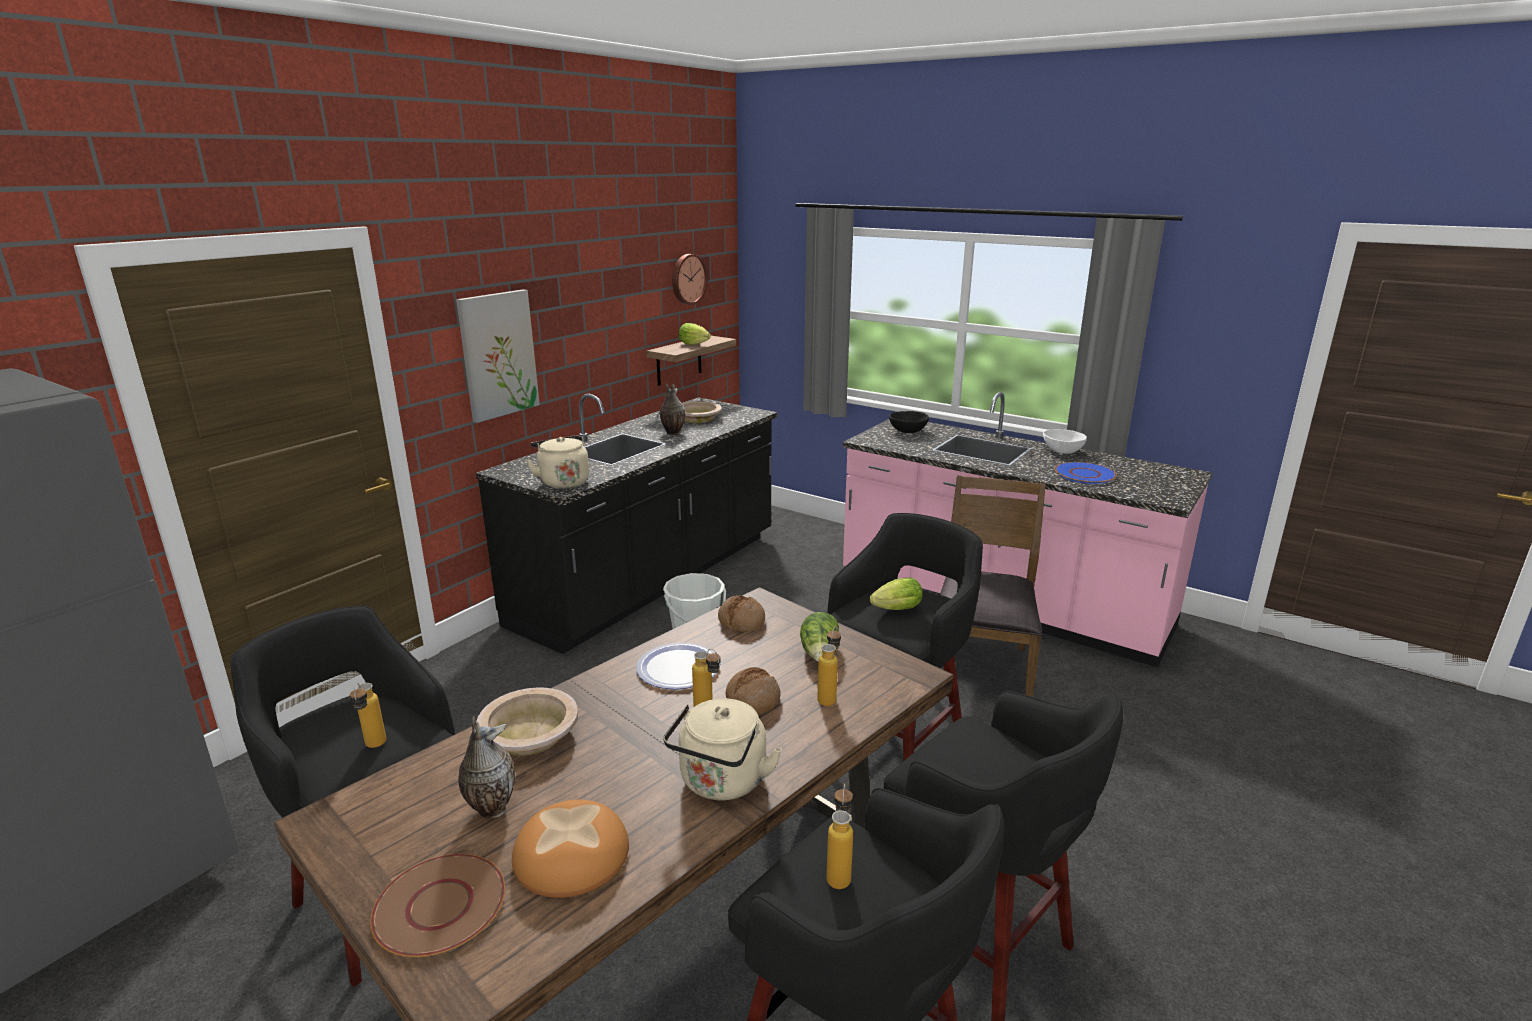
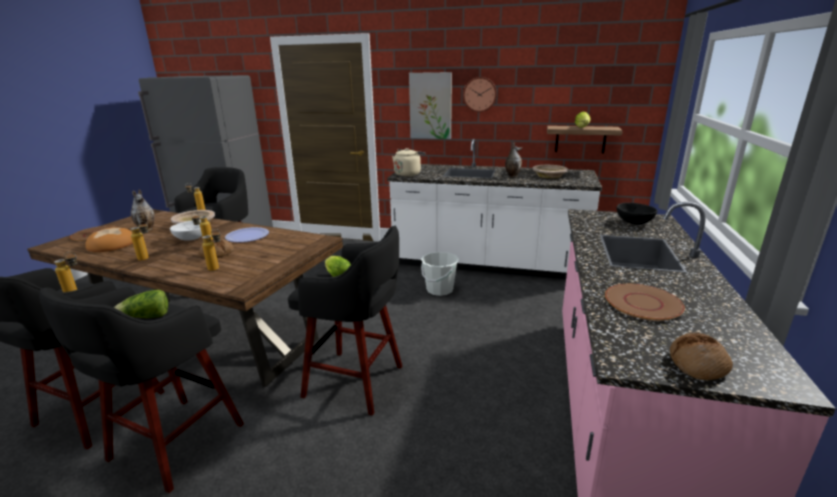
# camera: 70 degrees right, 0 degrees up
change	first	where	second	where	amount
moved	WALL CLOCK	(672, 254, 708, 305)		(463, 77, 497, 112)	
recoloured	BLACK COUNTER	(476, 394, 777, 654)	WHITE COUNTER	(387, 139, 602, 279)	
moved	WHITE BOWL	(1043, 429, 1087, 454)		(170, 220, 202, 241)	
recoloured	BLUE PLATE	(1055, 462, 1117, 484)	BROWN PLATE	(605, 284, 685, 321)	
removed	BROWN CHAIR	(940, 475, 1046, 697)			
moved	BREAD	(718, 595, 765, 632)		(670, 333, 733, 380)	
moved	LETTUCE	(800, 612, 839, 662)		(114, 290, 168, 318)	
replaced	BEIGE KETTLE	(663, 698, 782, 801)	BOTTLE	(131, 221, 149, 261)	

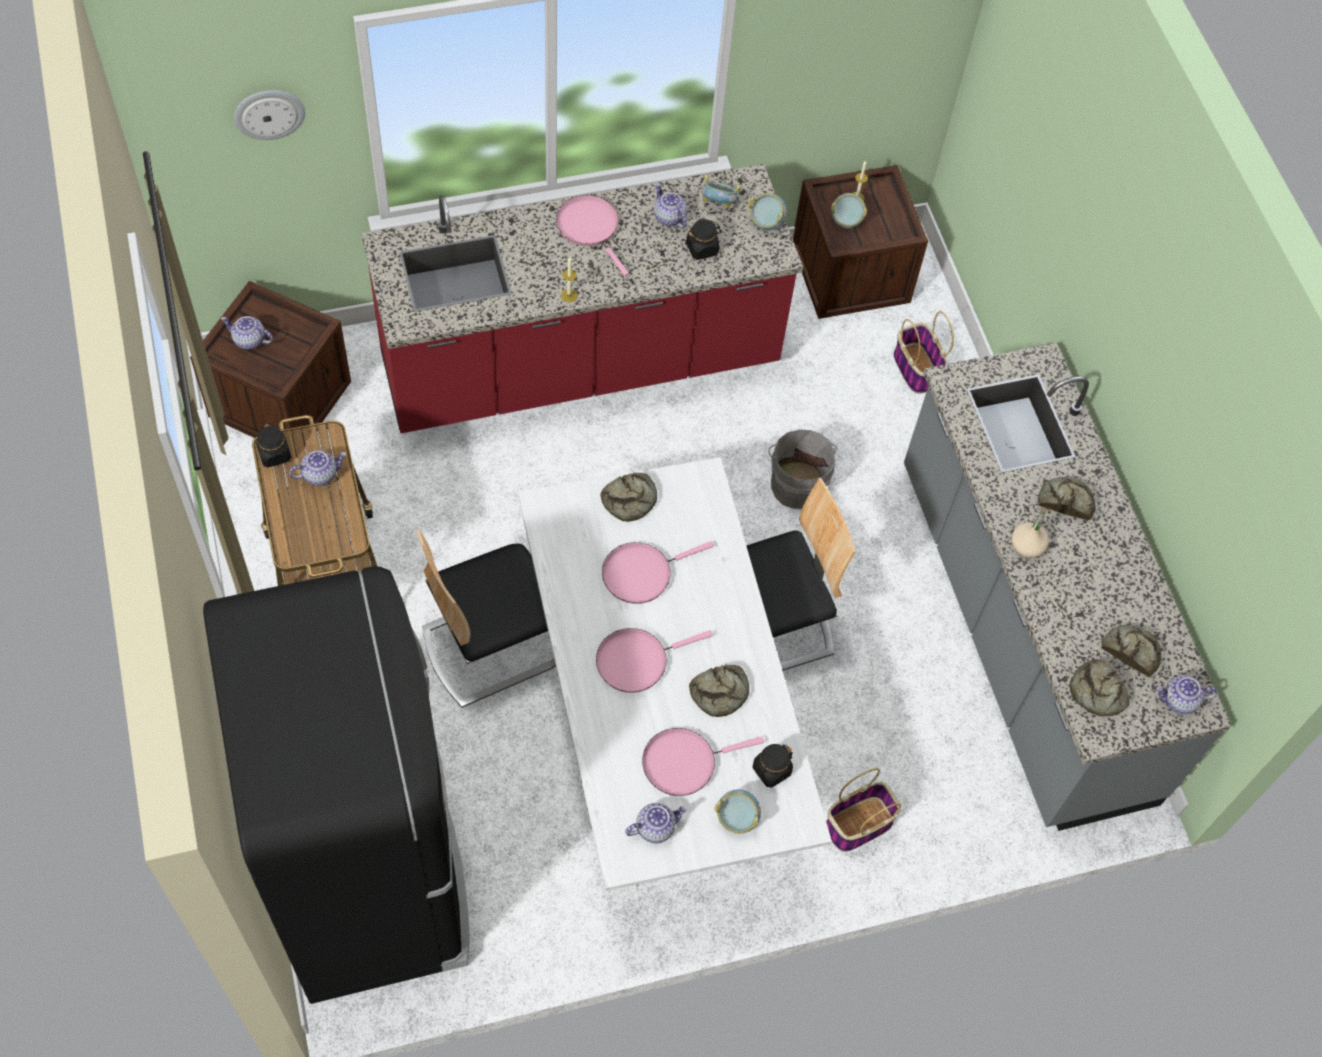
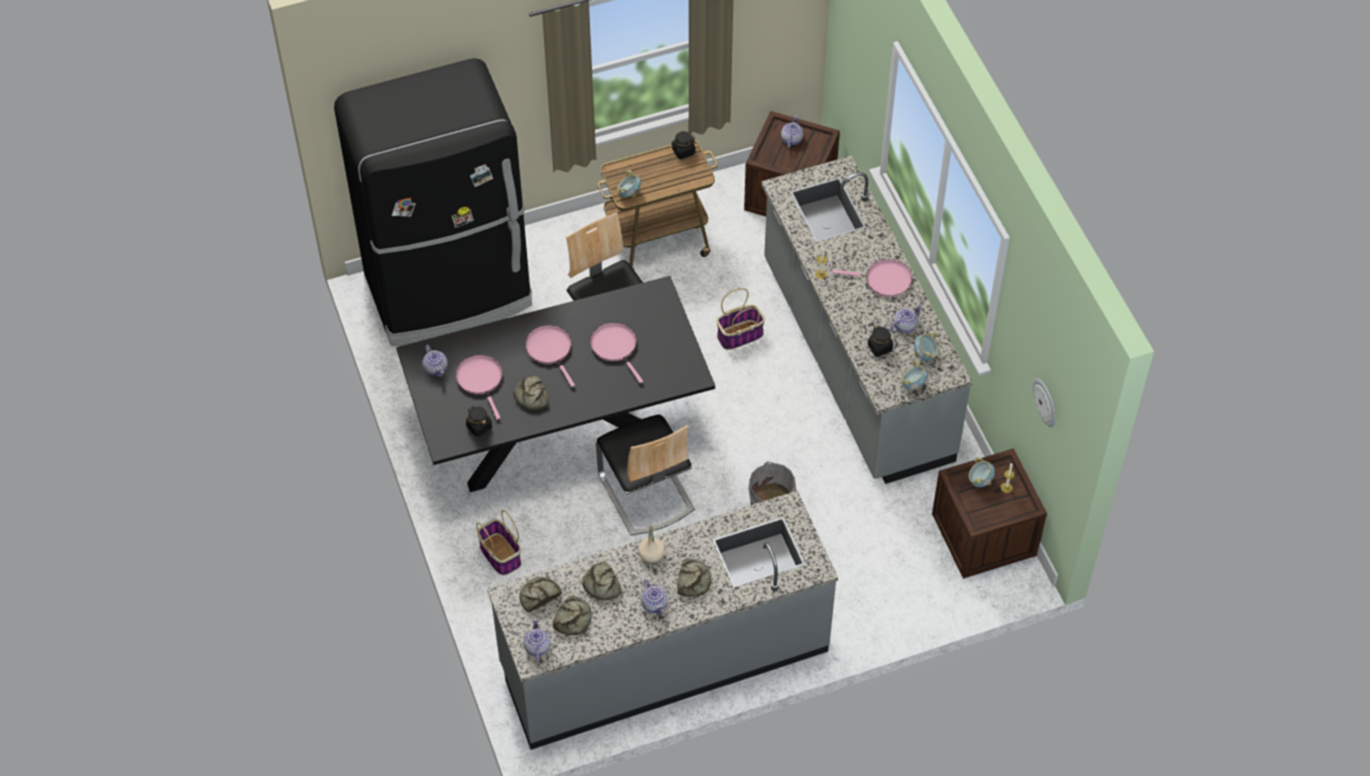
# camera: 90 degrees right, 5 degrees down
change	first	where	second	where	amount
moved	WALL CLOCK	(234, 90, 305, 140)		(1033, 378, 1056, 428)	
recoloured	RED COUNTER	(361, 164, 803, 433)	GREY COUNTER	(761, 156, 972, 484)	
turned	PINK FRYING PAN	(556, 195, 629, 276)		(832, 259, 912, 297)	45 degrees clockwise
moved	BASKET	(893, 311, 954, 394)		(716, 288, 765, 350)	
moved	TEAPOT	(289, 450, 347, 486)		(641, 579, 668, 615)	
recoloured	WHITE DINING TABLE	(518, 457, 832, 891)	BLACK DINING TABLE	(396, 276, 715, 492)	
moved	BREAD	(600, 473, 657, 522)		(582, 562, 622, 600)	
moved	BOWL	(714, 789, 761, 833)		(617, 170, 641, 197)	

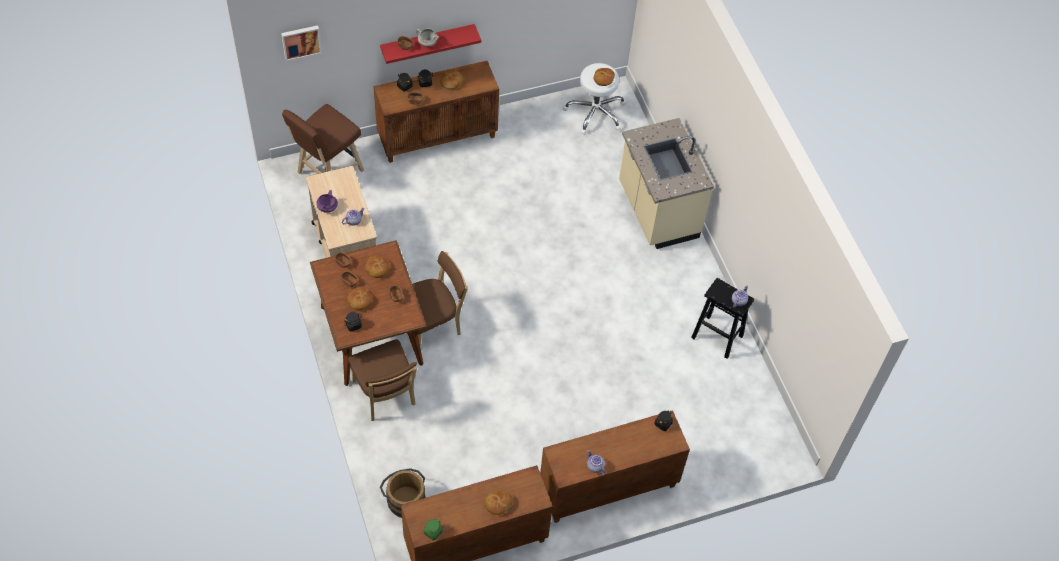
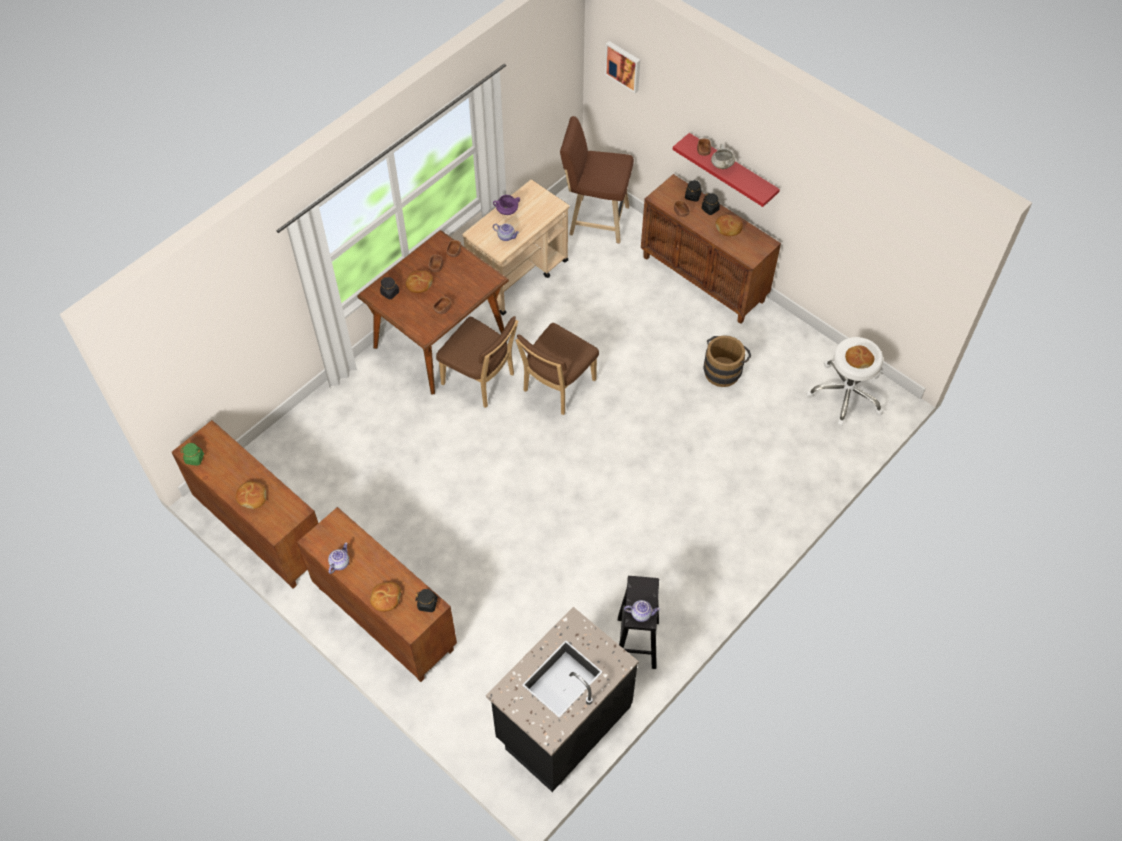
# camera: 65 degrees right, 0 degrees up
change	first	where	second	where	amount
removed	BEIGE COUNTER	(619, 118, 714, 249)			
moved	BREAD	(365, 256, 389, 278)		(370, 582, 401, 612)	
moved	BROWN CHAIR	(348, 339, 417, 421)		(515, 323, 599, 415)	
moved	BROWN BUCKET	(380, 468, 425, 518)		(703, 335, 751, 387)	
added			BLACK COUNTER	(486, 607, 639, 792)	

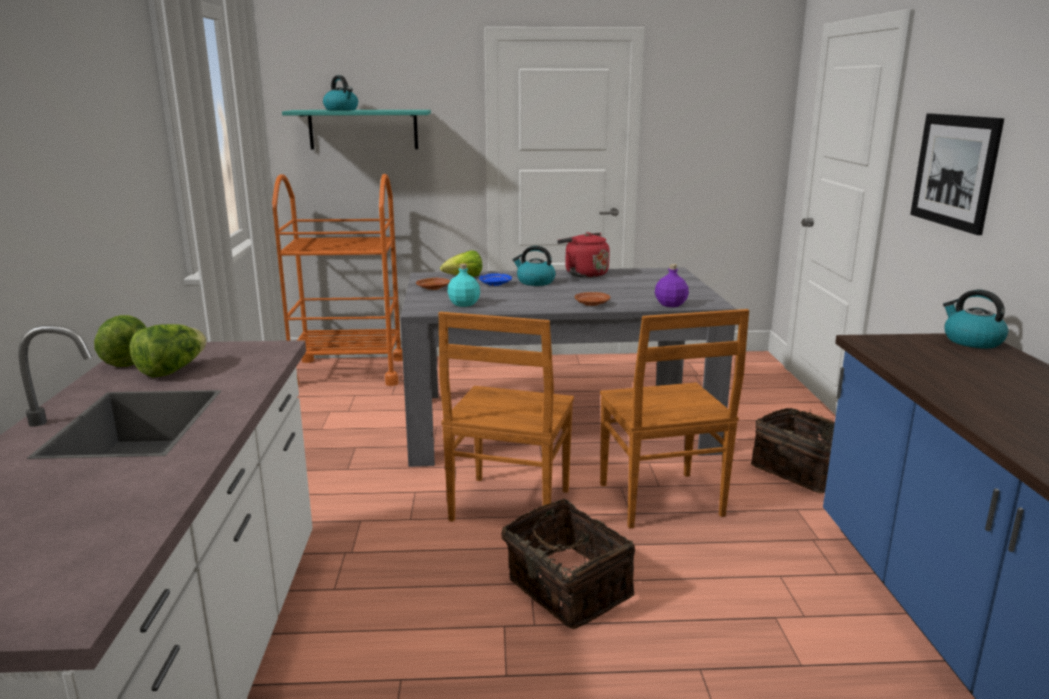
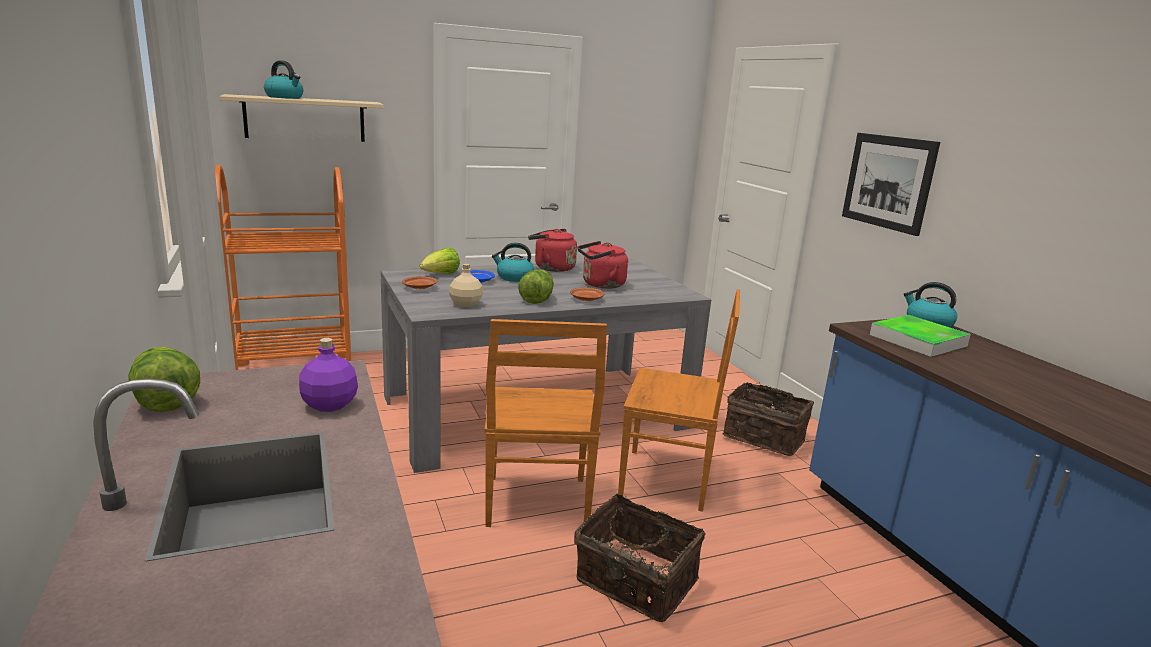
# camera: 20 degrees left, 0 degrees up
change	first	where	second	where	amount
recoloured	TURQUOISE SHELF	(282, 110, 431, 150)	BEIGE SHELF	(220, 94, 384, 142)	
recoloured	TURQUOISE BOTTLE	(447, 264, 480, 307)	BEIGE BOTTLE	(449, 264, 483, 307)	
moved	PURPLE BOTTLE	(655, 264, 689, 307)		(299, 338, 358, 412)	
turned	BROWN CHAIR	(600, 309, 749, 529)		(618, 289, 740, 512)	45 degrees counterclockwise
moved	LETTUCE	(129, 324, 207, 378)		(518, 269, 554, 304)	
added			RED KETTLE	(577, 241, 628, 289)	
added			TRAY	(870, 315, 971, 357)	

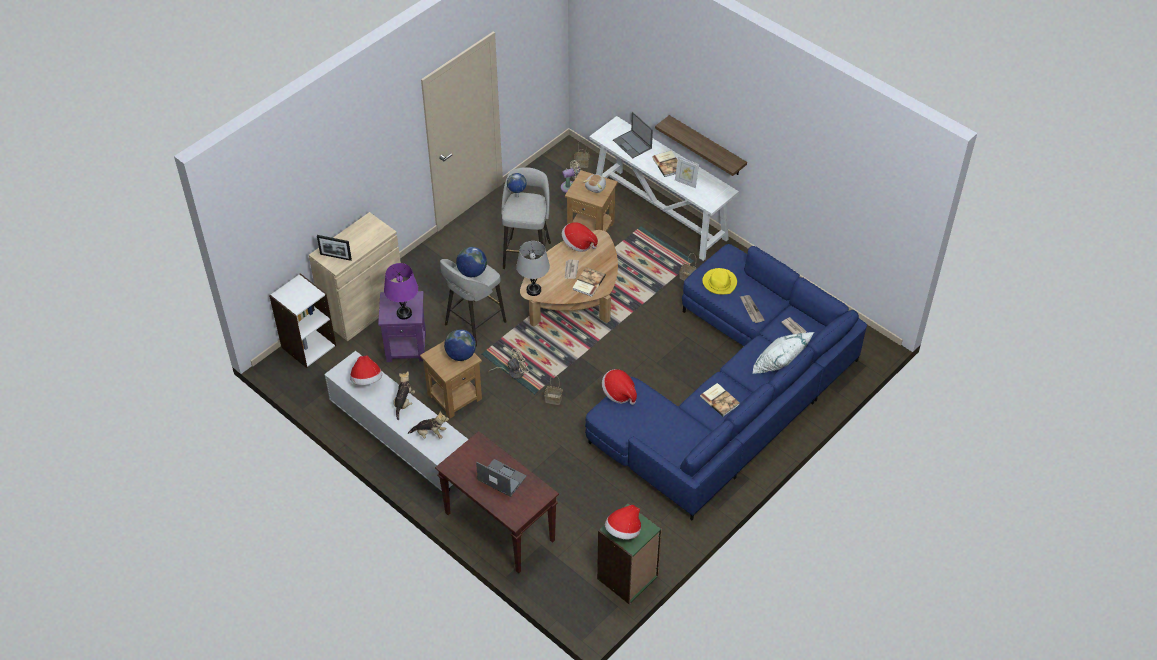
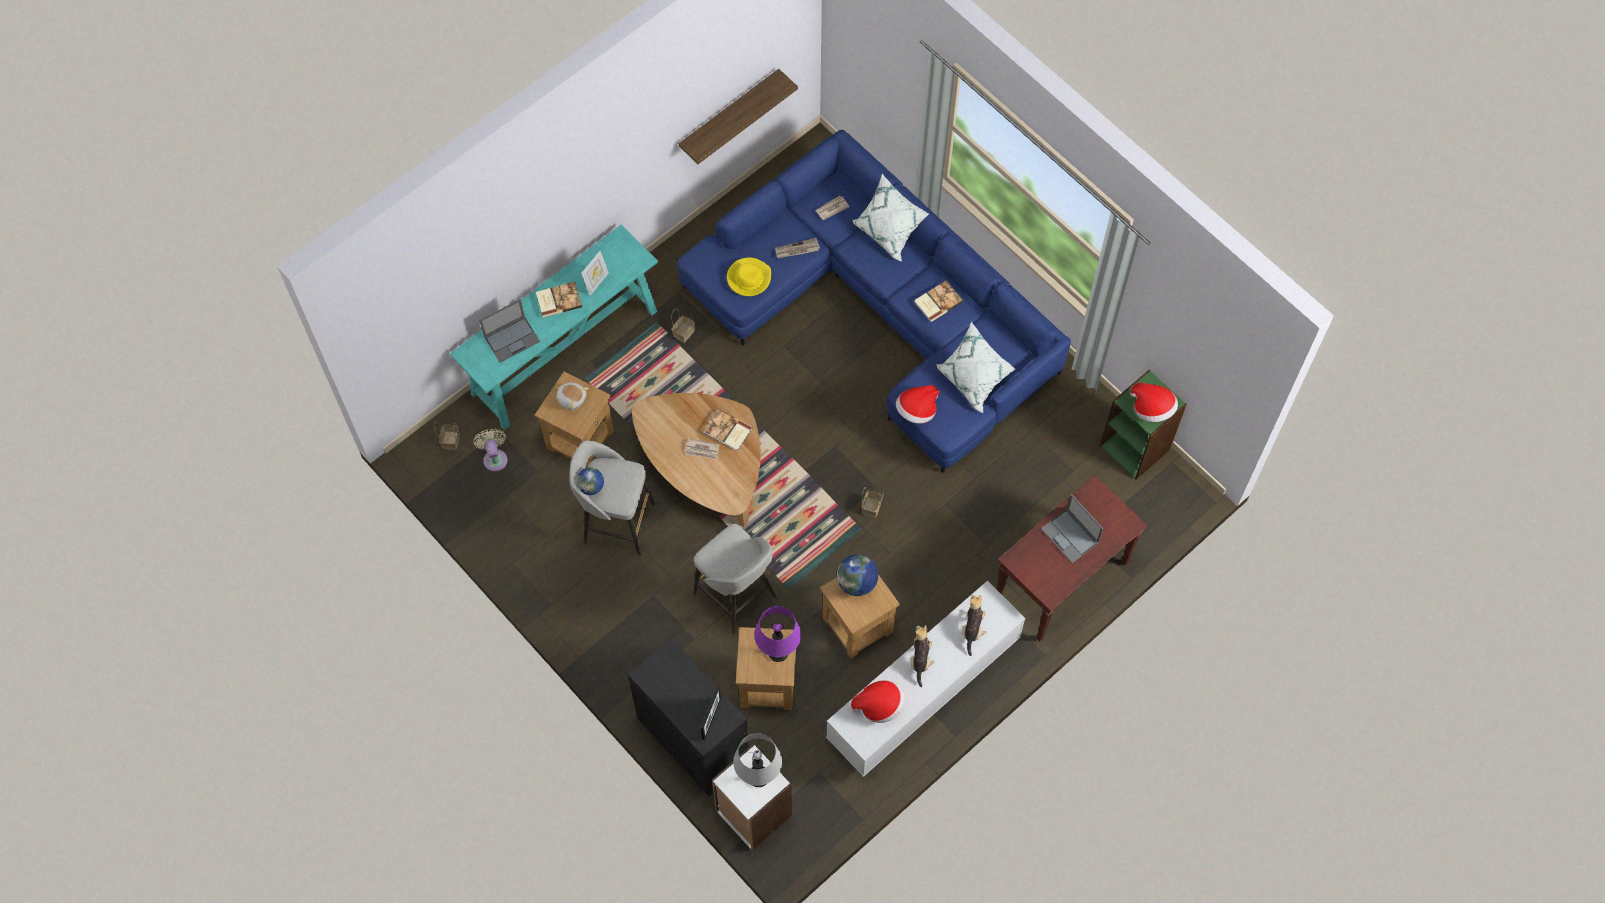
# camera: 85 degrees left, 15 degrees up
change	first	where	second	where	amount
moved	SHELF	(655, 115, 747, 176)		(679, 69, 798, 164)	
recoloured	WHITE CONSOLE TABLE	(589, 116, 739, 261)	TURQUOISE CONSOLE TABLE	(450, 225, 658, 430)	
recoloured	BEIGE CABINET	(309, 212, 403, 341)	BLACK CABINET	(628, 638, 749, 796)	
removed	HAT	(562, 222, 598, 252)			
moved	GREY TABLE LAMP	(516, 241, 550, 296)		(733, 733, 782, 787)	
removed	GLOBE	(456, 247, 487, 277)			
recoloured	PURPLE SIDE TABLE	(378, 291, 426, 362)	BROWN SIDE TABLE	(736, 627, 796, 710)	
removed	BEIGE FAN	(488, 348, 529, 379)			
turned	PLUSH TOY	(393, 371, 415, 420)		(911, 625, 934, 687)	75 degrees clockwise
turned	LAPTOP	(476, 459, 527, 497)		(1041, 494, 1103, 563)	75 degrees counterclockwise
added			WHITE PILLOW	(936, 321, 1015, 413)	

